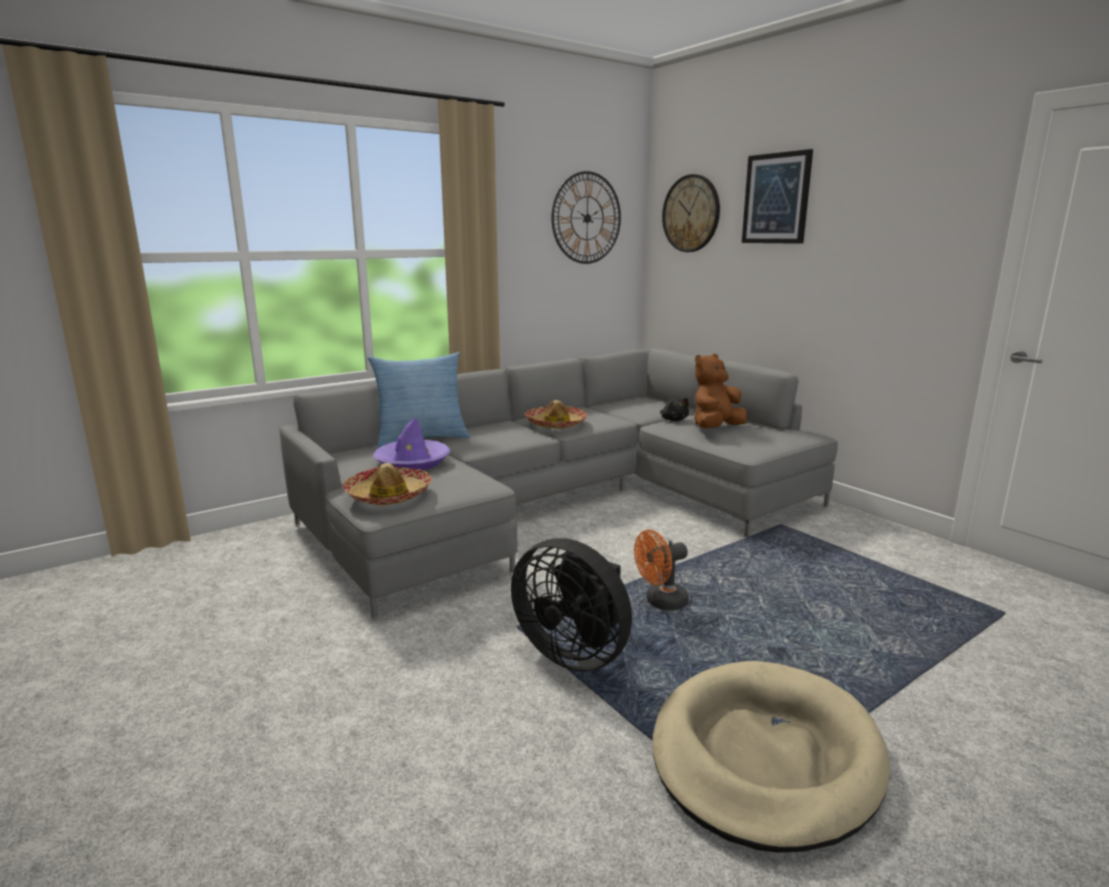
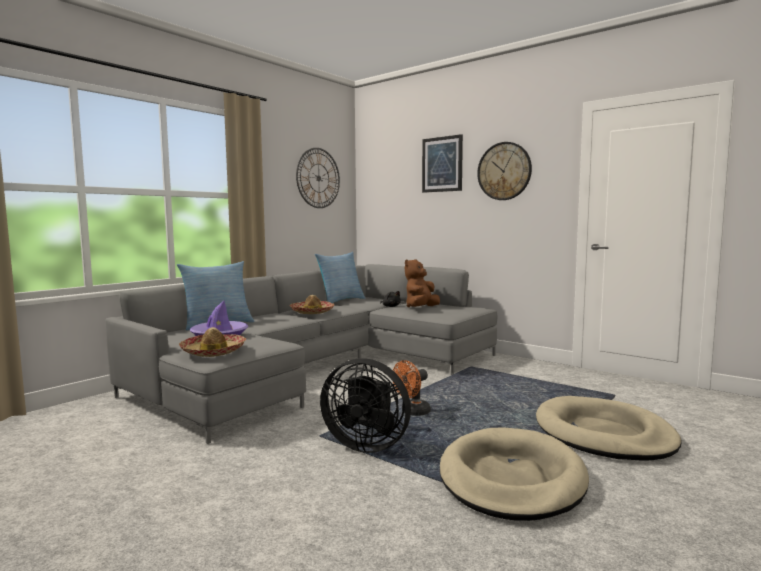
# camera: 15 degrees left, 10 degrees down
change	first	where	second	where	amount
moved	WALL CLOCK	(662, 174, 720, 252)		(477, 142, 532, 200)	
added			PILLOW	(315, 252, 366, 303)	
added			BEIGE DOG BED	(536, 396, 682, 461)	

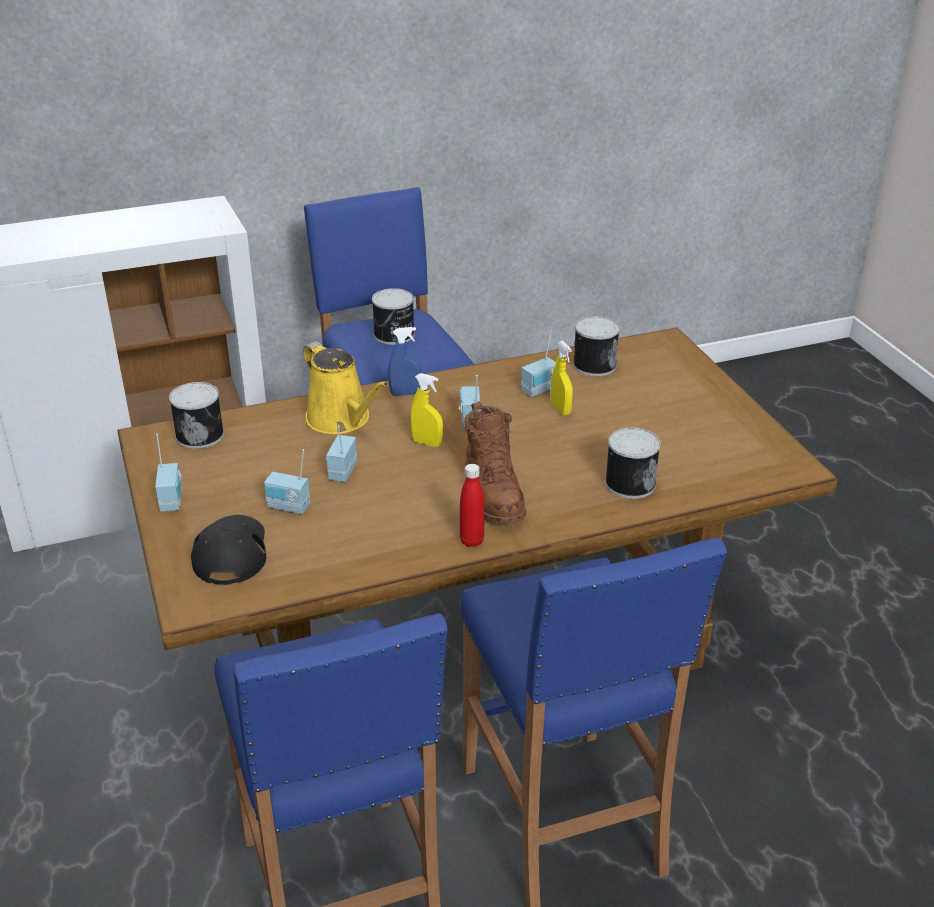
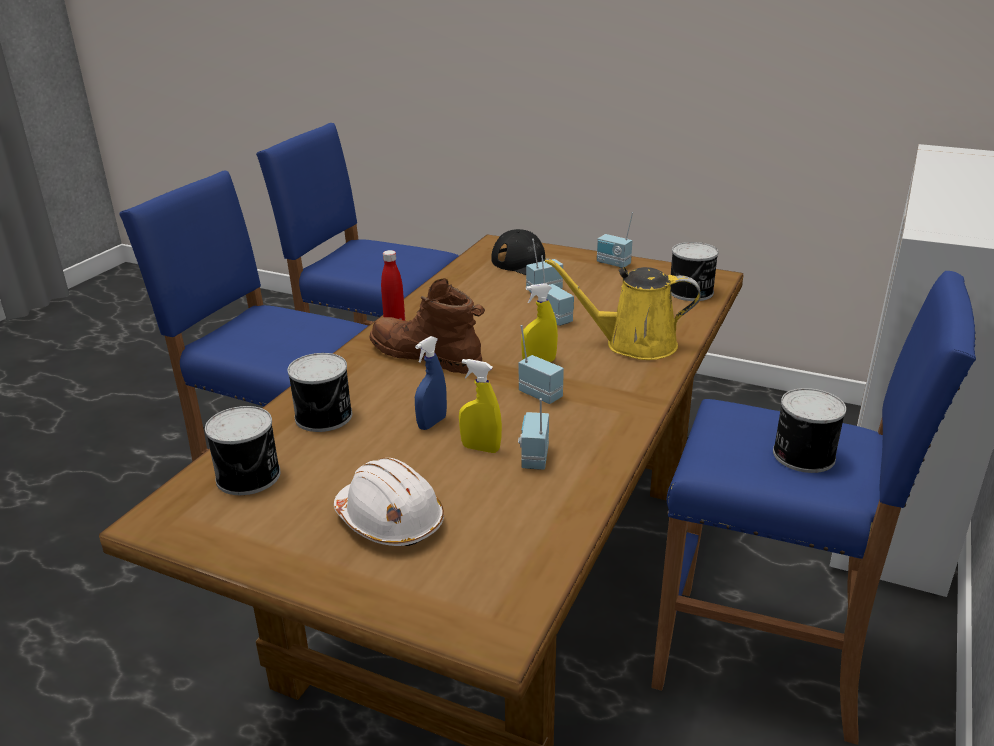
# camera: 135 degrees right, 5 degrees down
change	first	where	second	where	amount
moved	CAN	(573, 316, 620, 376)		(205, 406, 281, 495)	
moved	BLUE SPRAY BOTTLE	(388, 327, 422, 396)		(415, 336, 447, 430)	
added			WHITE HARD HAT	(334, 458, 444, 546)	

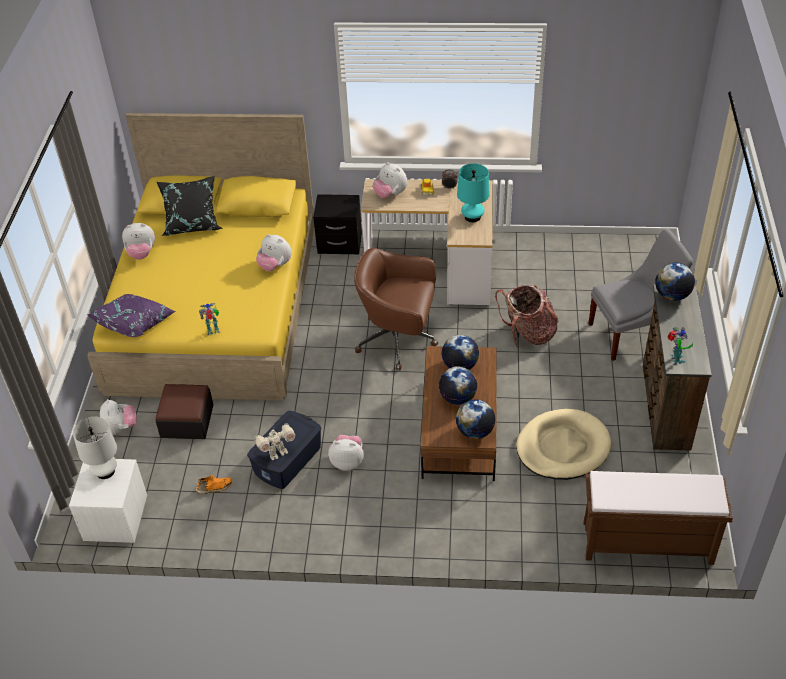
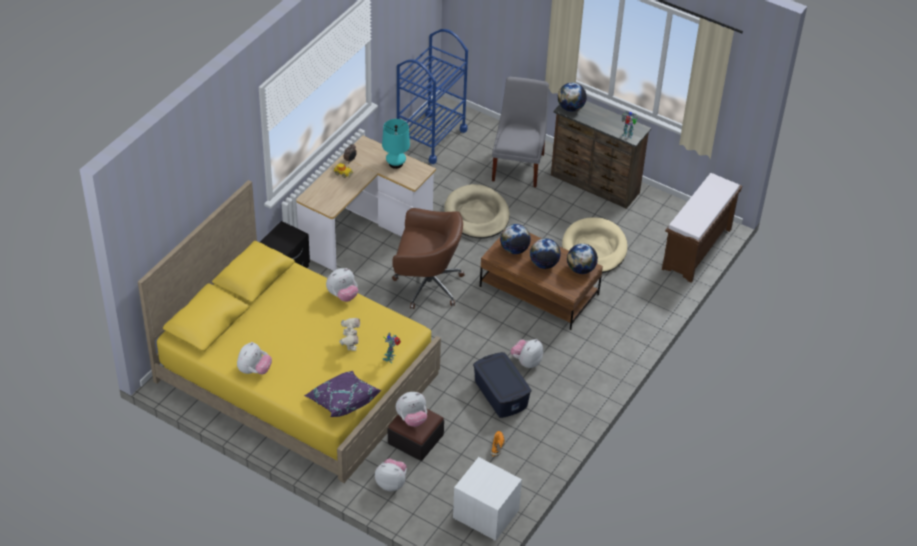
# camera: 65 degrees left, 0 degrees up
change	first	where	second	where	amount
moved	PLUSH TOY	(373, 162, 408, 198)		(396, 392, 427, 427)	
removed	BLACK PILLOW	(157, 176, 222, 236)			
turned	BROWN OFFICE CHAIR	(354, 248, 438, 370)		(392, 208, 464, 309)	120 degrees counterclockwise
replaced	BACKPACK	(495, 284, 558, 348)	BEIGE DOG BED	(444, 184, 510, 239)	
removed	WHITE TABLE LAMP	(73, 417, 117, 479)			
moved	TOY ROBOT	(254, 423, 295, 460)		(339, 318, 360, 351)	
added			BLUE CART	(397, 29, 468, 164)	

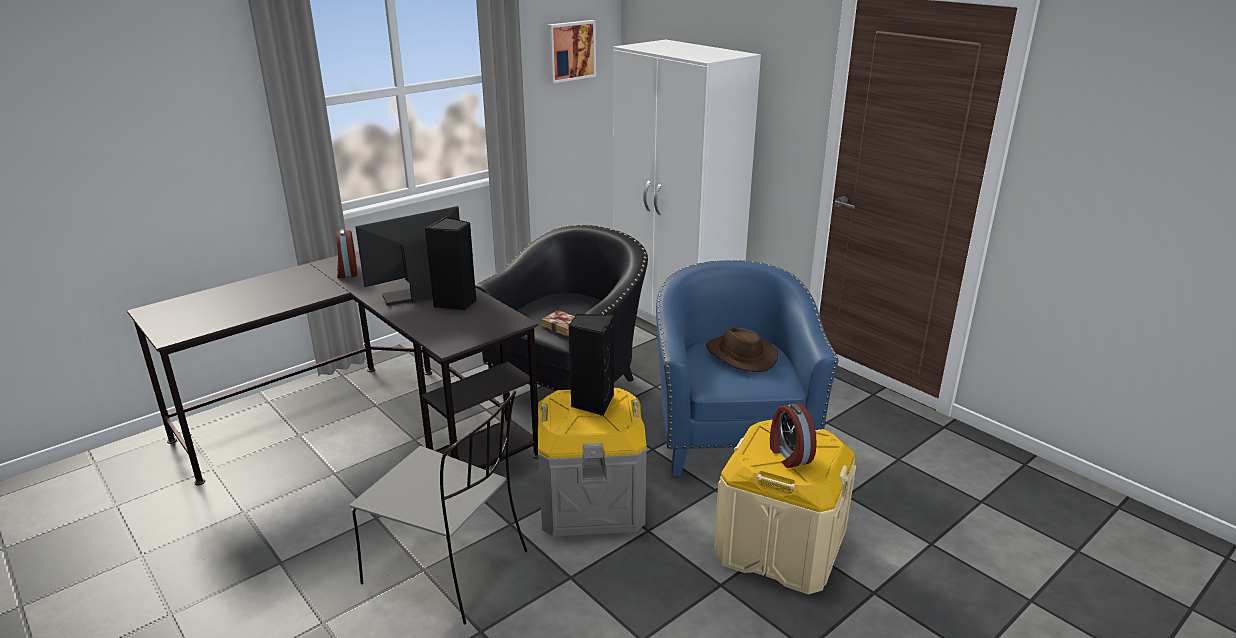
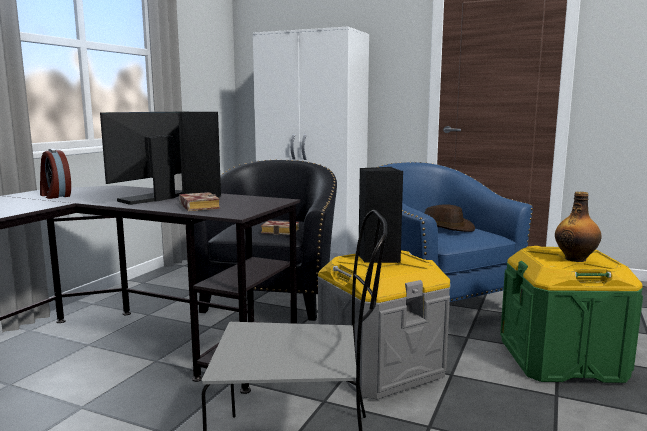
# camera: 25 degrees left, 15 degrees down
change	first	where	second	where	amount
removed	PICTURE	(547, 20, 596, 83)			
replaced	ALARM CLOCK	(770, 403, 817, 468)	BOTTLE	(555, 192, 601, 262)	
recoloured	BEIGE STORAGE BOX	(714, 419, 856, 594)	GREEN STORAGE BOX	(500, 246, 643, 383)	
added			BOOK	(179, 192, 220, 211)	

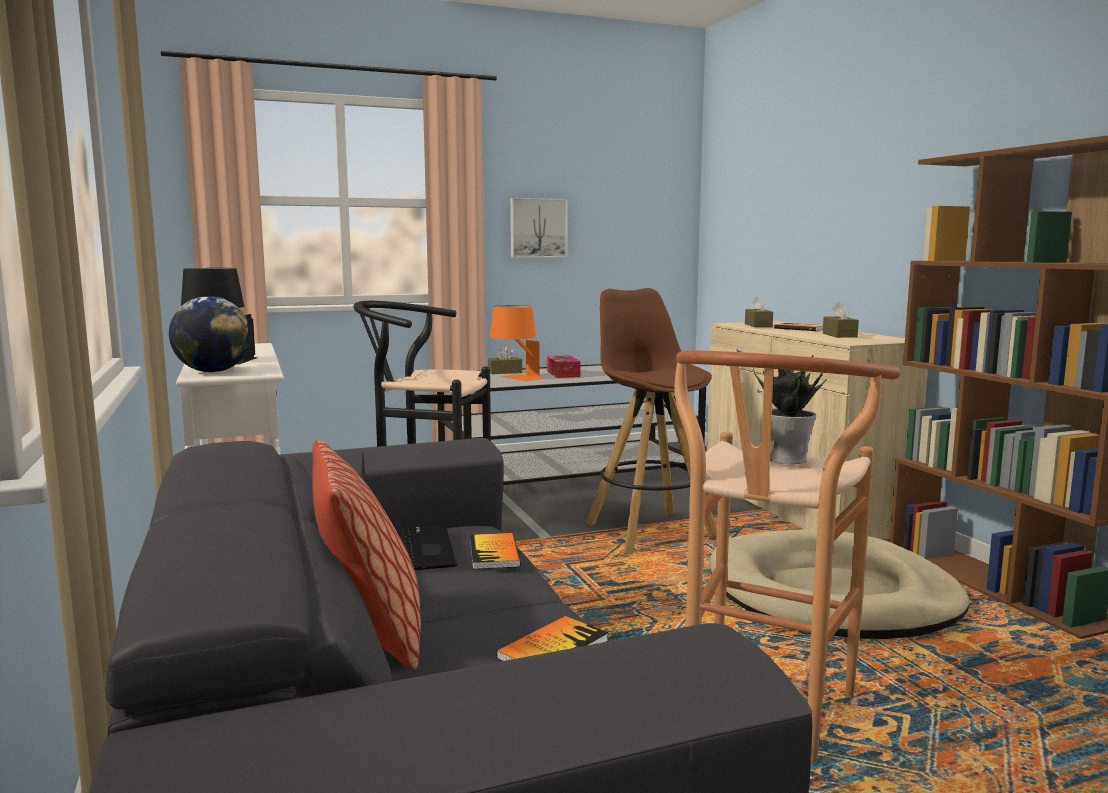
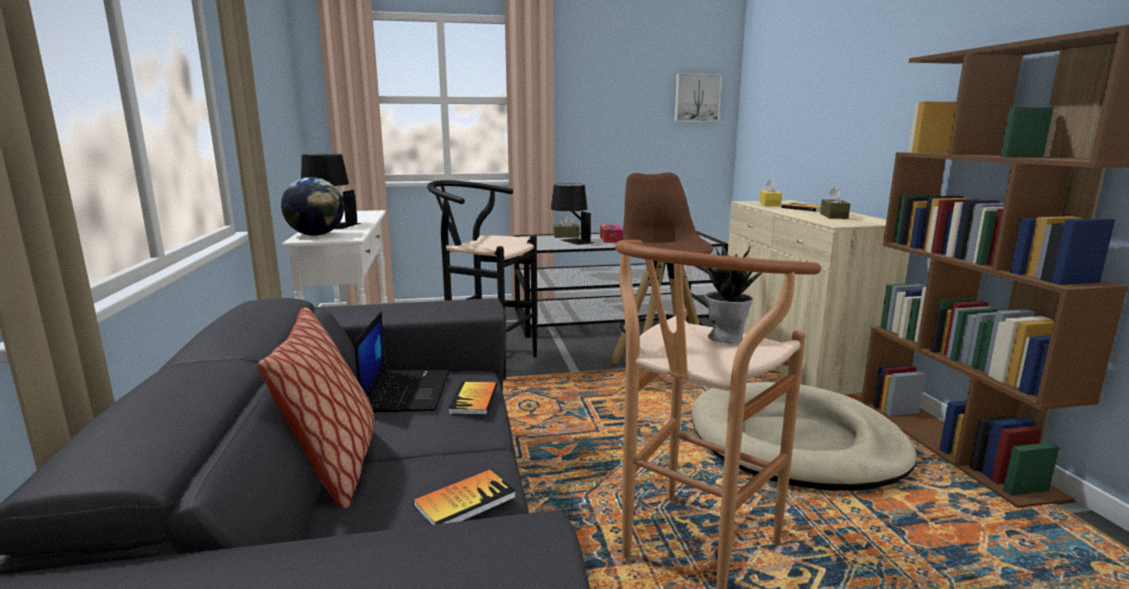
# camera: 10 degrees right, 5 degrees up
change	first	where	second	where	amount
moved	PICTURE	(510, 198, 567, 258)		(674, 73, 722, 122)	
recoloured	BROWN TISSUE BOX	(745, 295, 773, 327)	YELLOW TISSUE BOX	(759, 179, 782, 207)	
recoloured	ORANGE TABLE LAMP	(490, 305, 545, 381)	BLACK TABLE LAMP	(551, 183, 594, 245)	

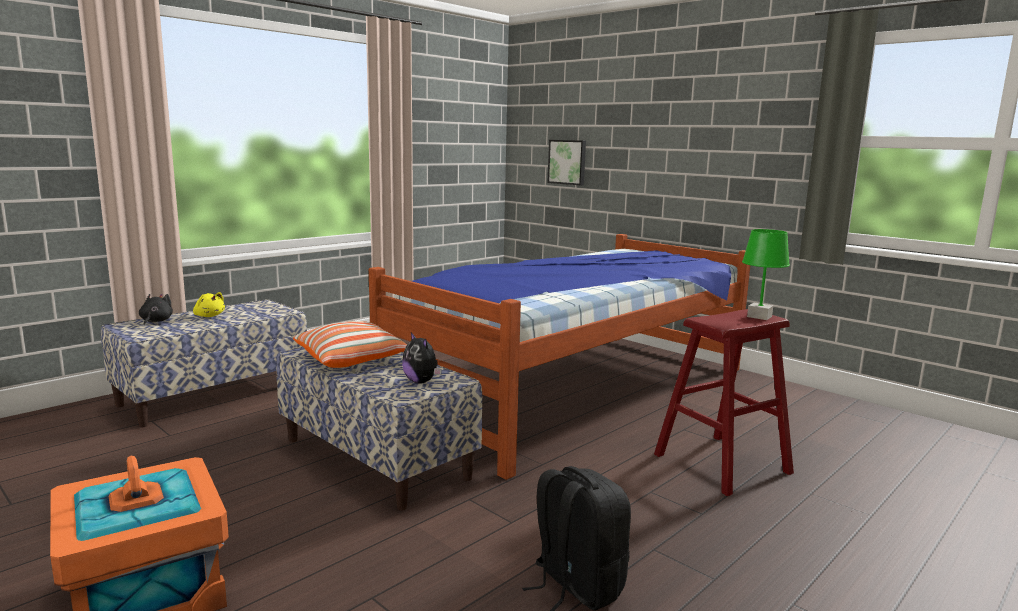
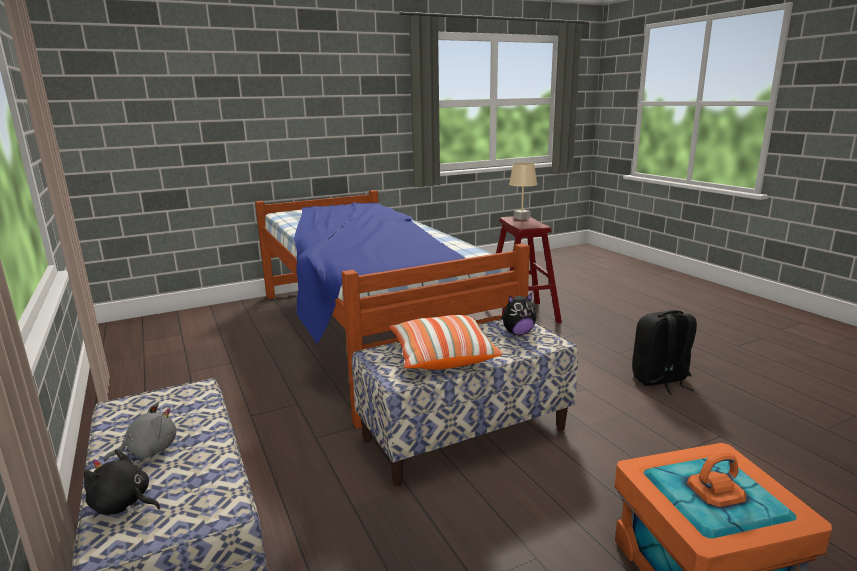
# camera: 70 degrees left, 5 degrees up
change	first	where	second	where	amount
removed	PICTURE	(547, 140, 586, 185)			
recoloured	GREEN TABLE LAMP	(742, 229, 790, 320)	BEIGE TABLE LAMP	(509, 163, 537, 220)	
recoloured	YELLOW PLUSH TOY	(193, 292, 225, 317)	GREY PLUSH TOY	(104, 403, 176, 462)	

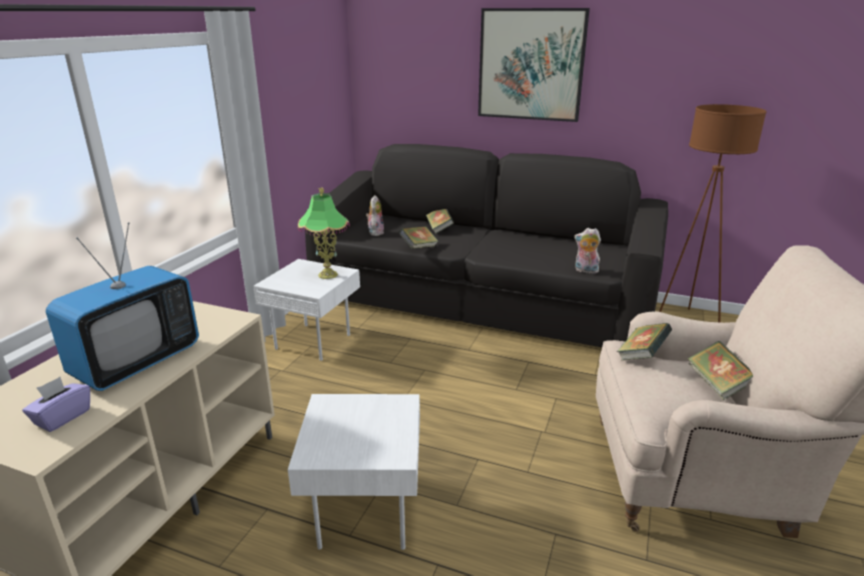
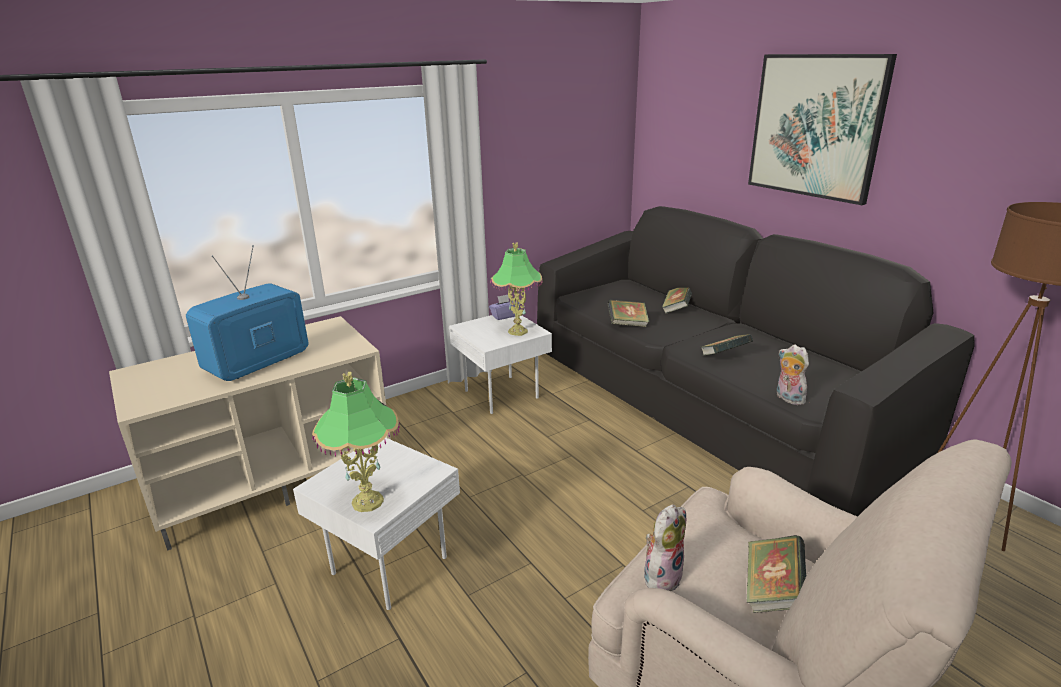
# camera: 35 degrees right, 0 degrees up
change	first	where	second	where	amount
moved	PLUSH TOY	(366, 195, 384, 236)		(644, 504, 686, 592)	
turned	TELEVISION	(46, 222, 199, 391)		(186, 245, 308, 381)	150 degrees clockwise
moved	BOOK	(617, 323, 672, 361)		(701, 334, 753, 356)	
moved	PURPLE TISSUE BOX	(22, 377, 90, 432)		(489, 295, 520, 320)	
added			TABLE LAMP	(312, 372, 400, 512)	

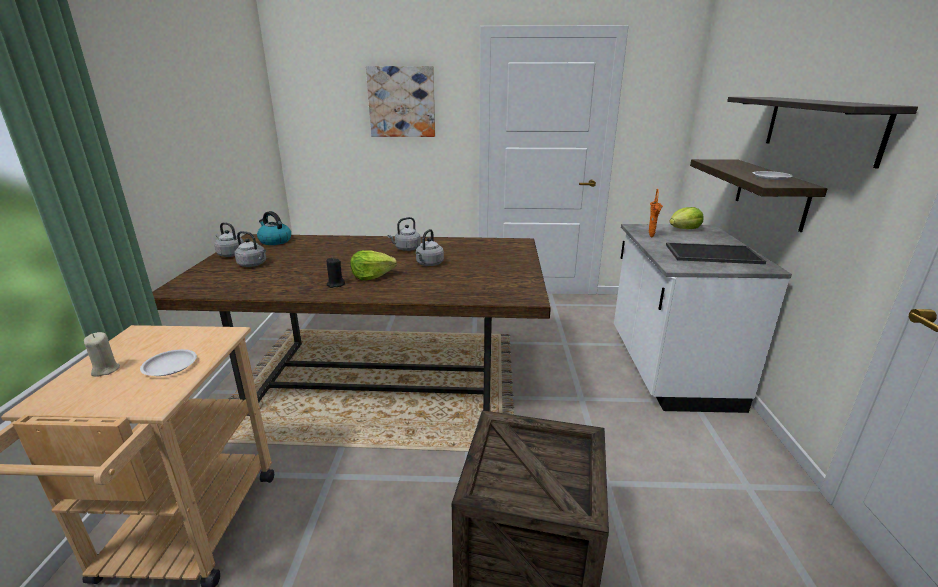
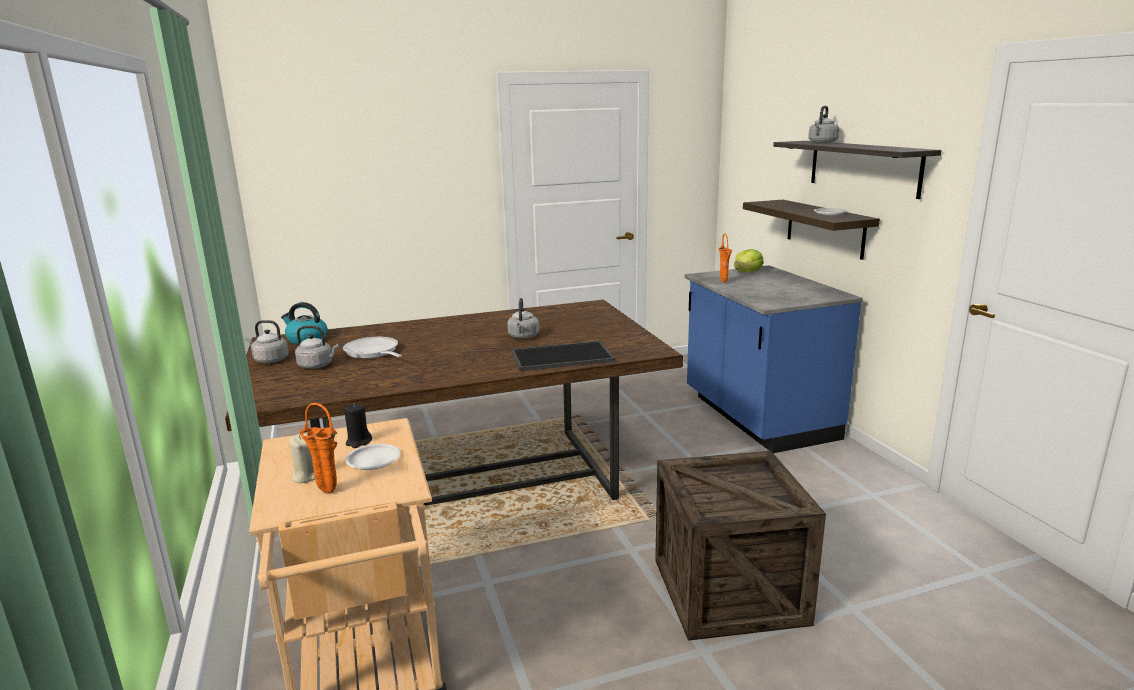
# camera: 20 degrees left, 5 degrees down
change	first	where	second	where	amount
removed	PICTURE	(366, 66, 435, 137)			
moved	GREY KETTLE	(388, 217, 421, 251)		(808, 106, 839, 143)	
recoloured	WHITE COUNTER	(614, 224, 792, 413)	BLUE COUNTER	(684, 265, 863, 453)	
moved	TRAY	(666, 243, 766, 264)		(511, 341, 616, 371)	
removed	LETTUCE	(350, 250, 397, 281)			
moved	BLACK CANDLE	(326, 258, 345, 288)		(344, 403, 372, 448)	
added			FRYING PAN	(343, 337, 402, 359)	
added			ORANGE VASE	(300, 403, 338, 493)	

